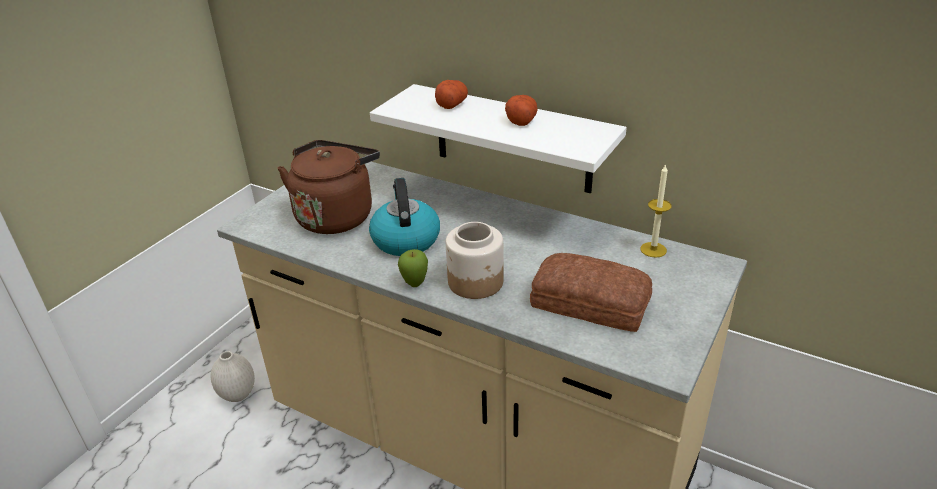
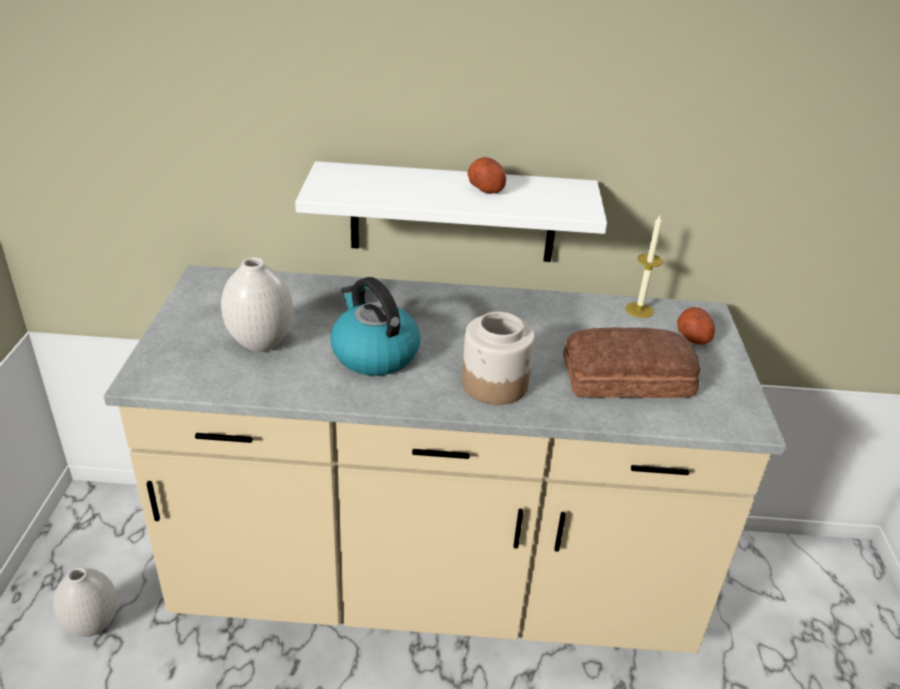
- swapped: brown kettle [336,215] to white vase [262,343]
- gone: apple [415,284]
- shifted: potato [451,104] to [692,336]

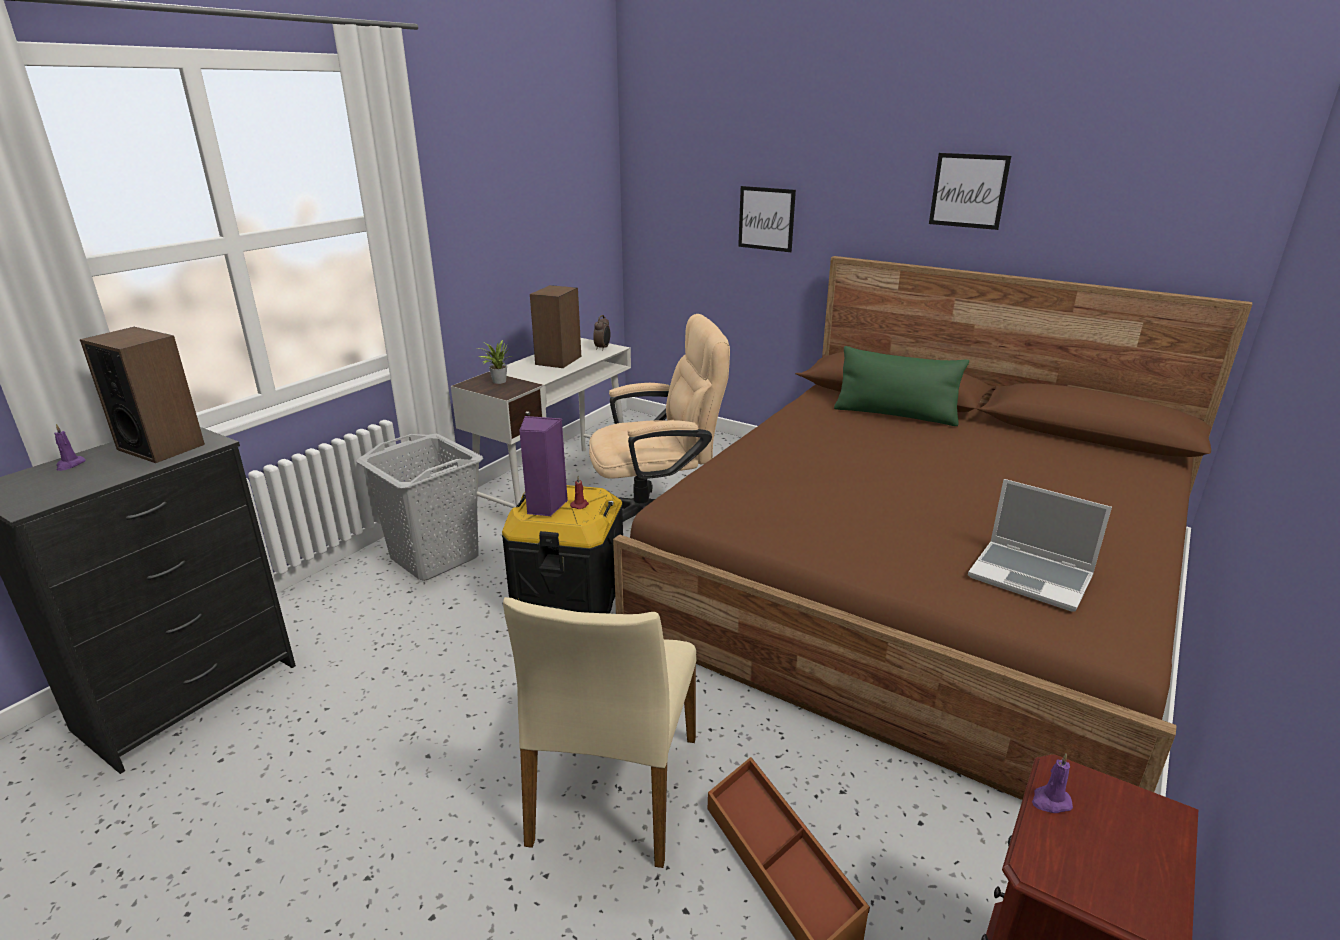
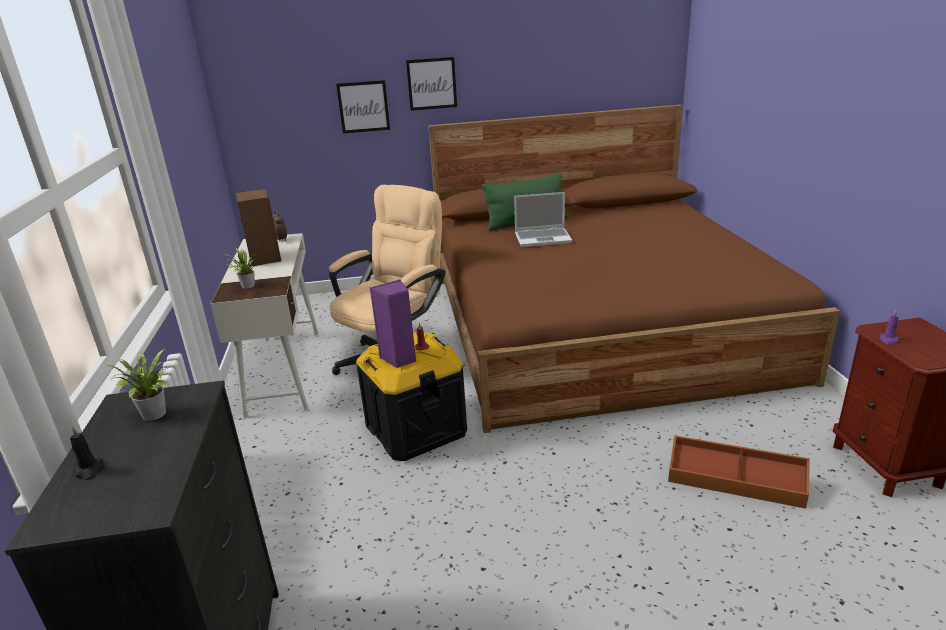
- repainted: purple candle [70,465] to black candle [89,470]
- swapped: speaker [161,447] to potted plant [154,416]
- gone: grey laundry basket [435,557]
- gone: beige chair [612,789]
- shifted: picture [968,191] to [432,83]
- shifted: laptop [1032,577] to [543,238]

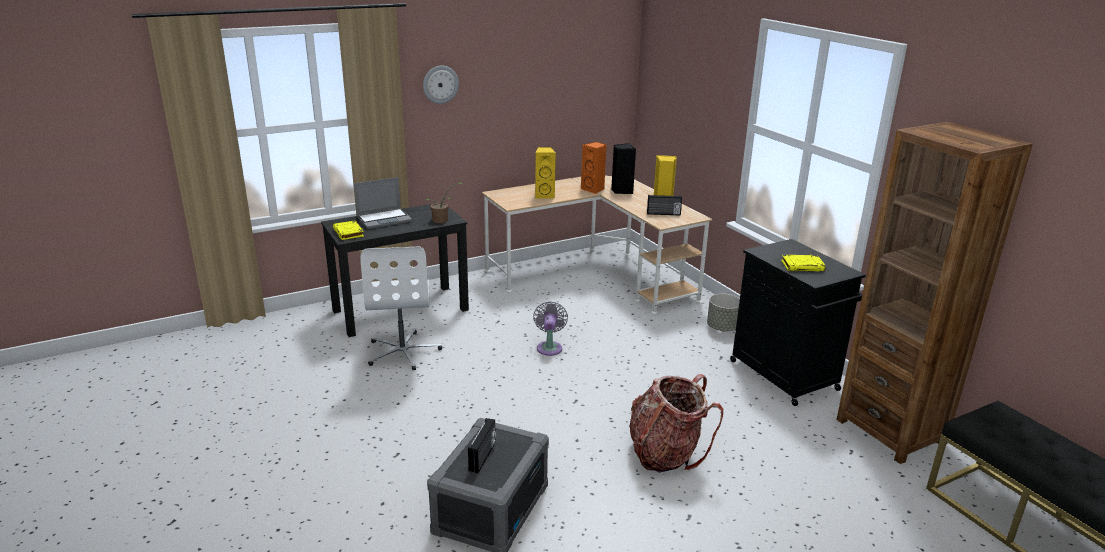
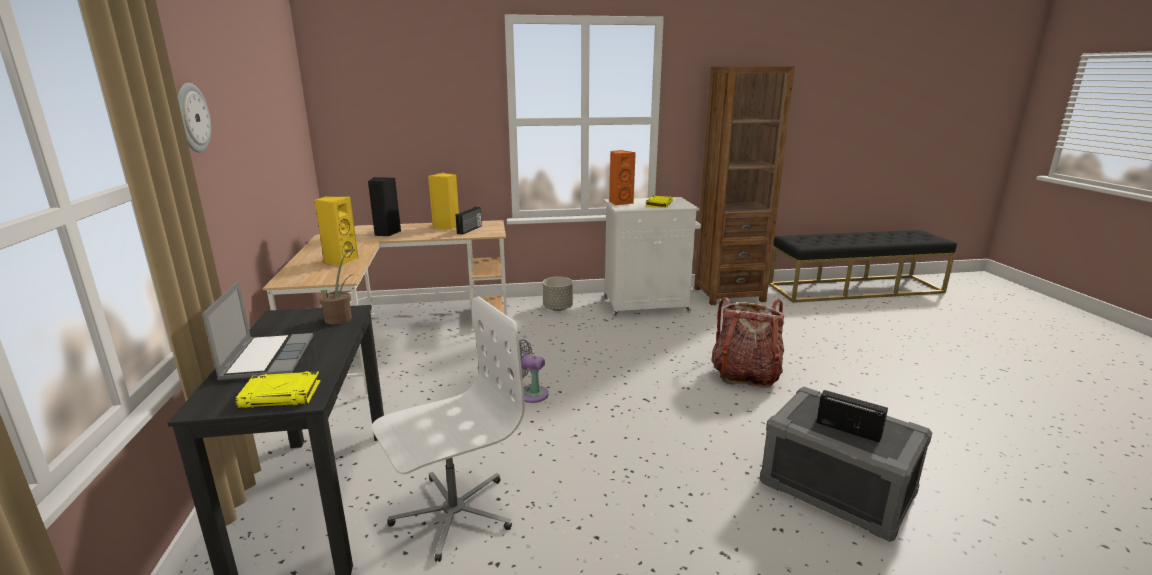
- rotated: white office chair [403,351] = [453,513] 45 degrees counterclockwise
- shifted: orange speaker [593,189] to [620,202]
- repainted: black cabinet [785,376] to white cabinet [647,306]

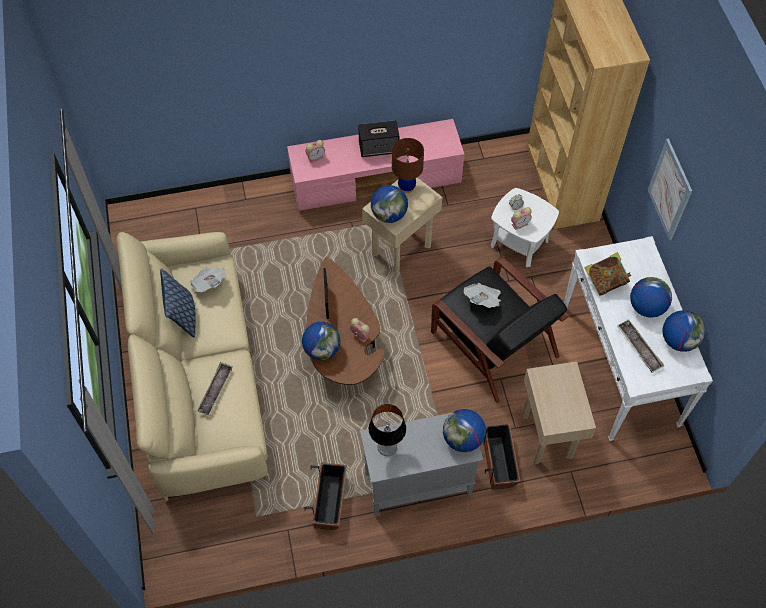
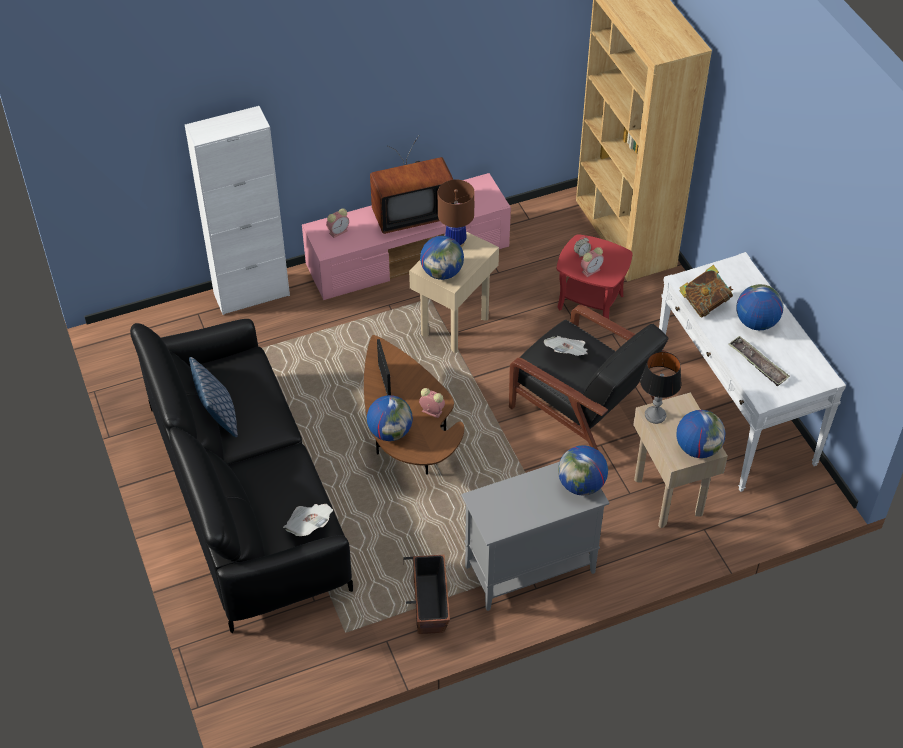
- repainted: beige sofa [202,380] to black sofa [247,496]
- shifted: newspaper [209,283] to [308,526]
- gone: tray [216,390]
- swapped: speaker [379,148] to television [410,213]
- shifted: table lamp [387,447] to [655,415]
- gone: planter [498,462]
- repainted: white side table [519,243] to red side table [590,301]
- gone: picture [670,190]
- shifted: globe [678,340] to [697,448]
- new: white cabinet [251,294]

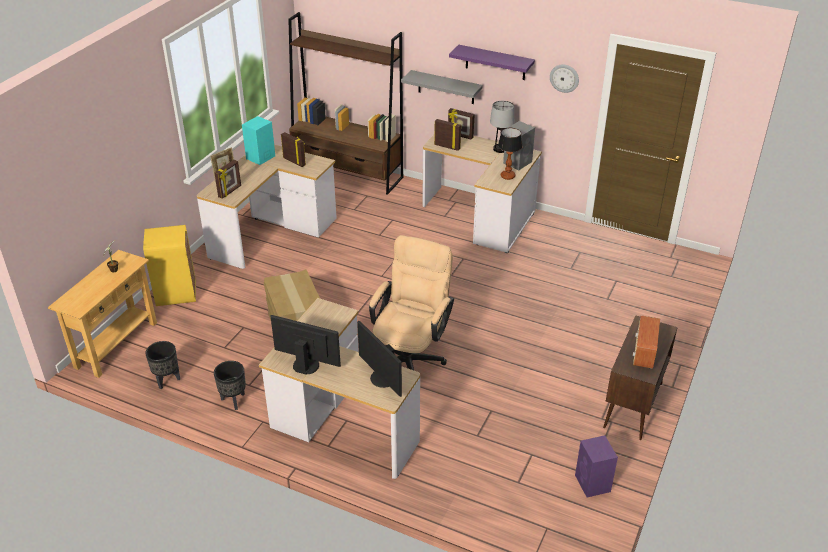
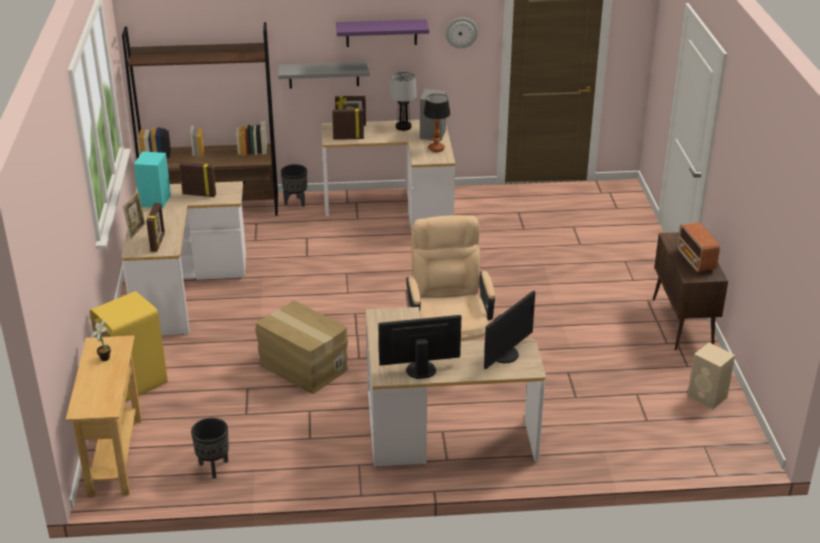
- shifted: black planter [233,400] to [295,202]
- rotated: monitor [382,379] = [505,355] 75 degrees counterclockwise
- repainted: purple speaker [593,484] to beige speaker [708,397]

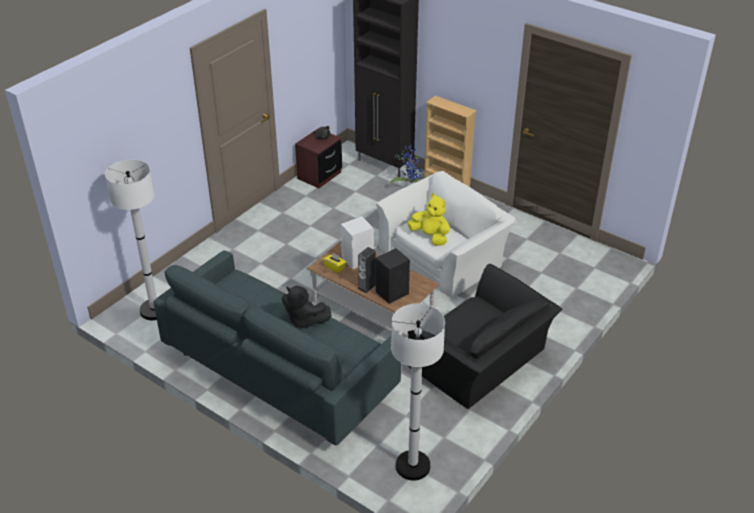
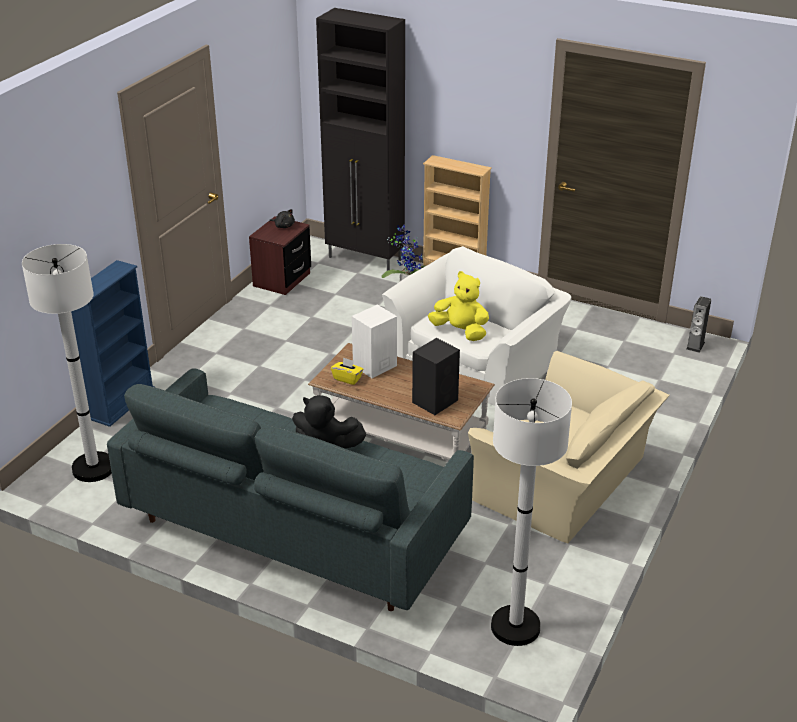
- shifted: speaker [367,286] to [695,345]
- repainted: black armchair [481,360] to beige armchair [565,481]
- new: blue bookcase [122,403]

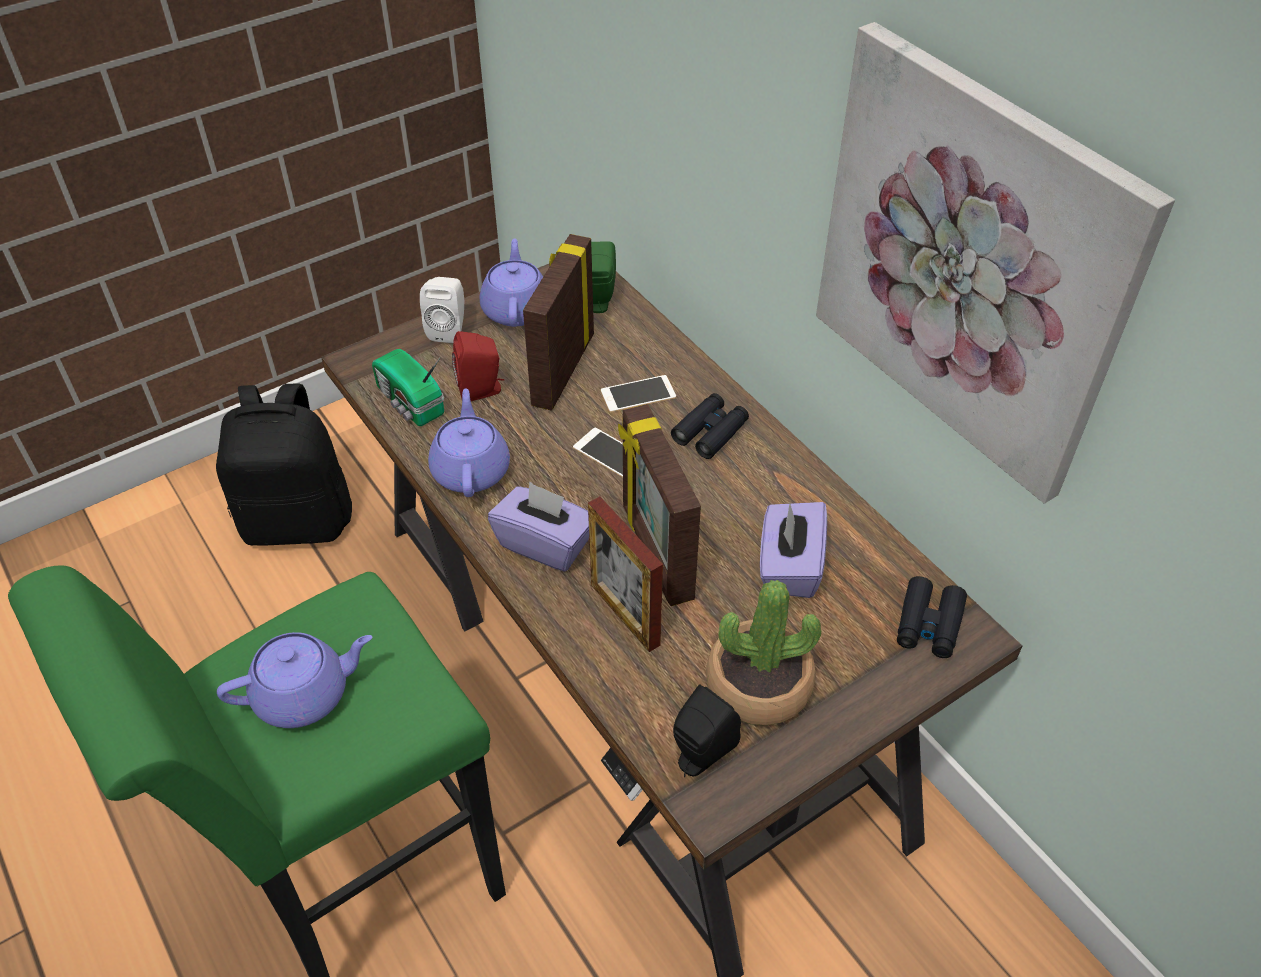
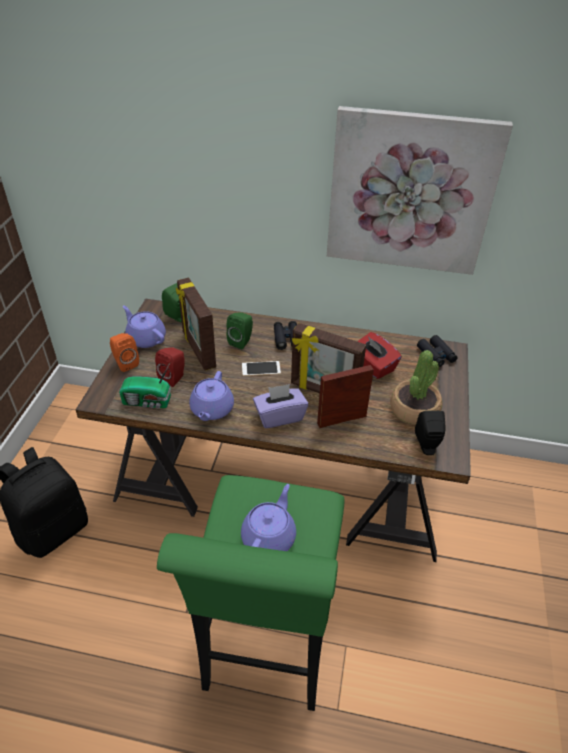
- repainted: white speaker [449,329] to orange speaker [125,363]
- rotated: purple teapot [471,469] = [211,409] 120 degrees counterclockwise
- rotated: picture frame [625,614] = [341,420] 150 degrees clockwise
- swapped: phone [638,394] to green speaker [241,341]
- repainted: purple tissue box [789,567] to red tissue box [373,366]

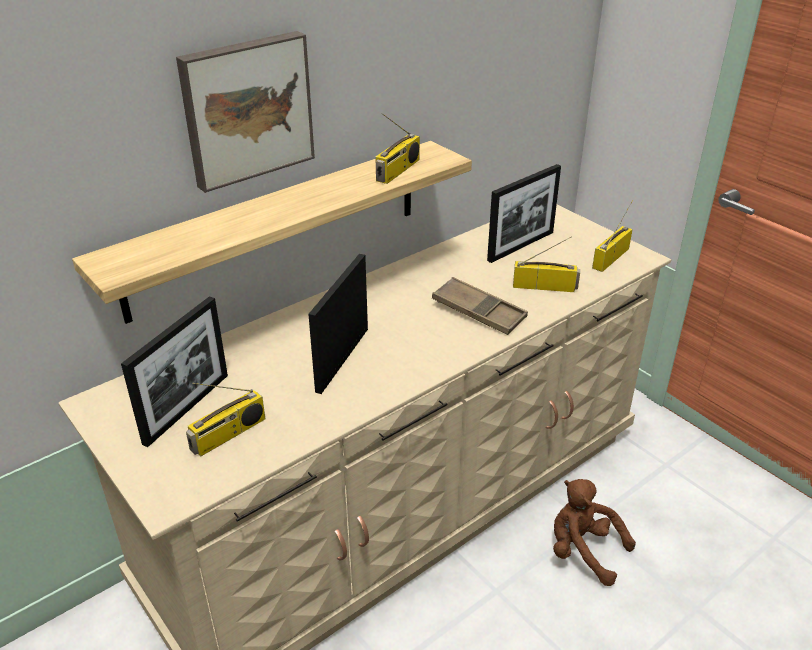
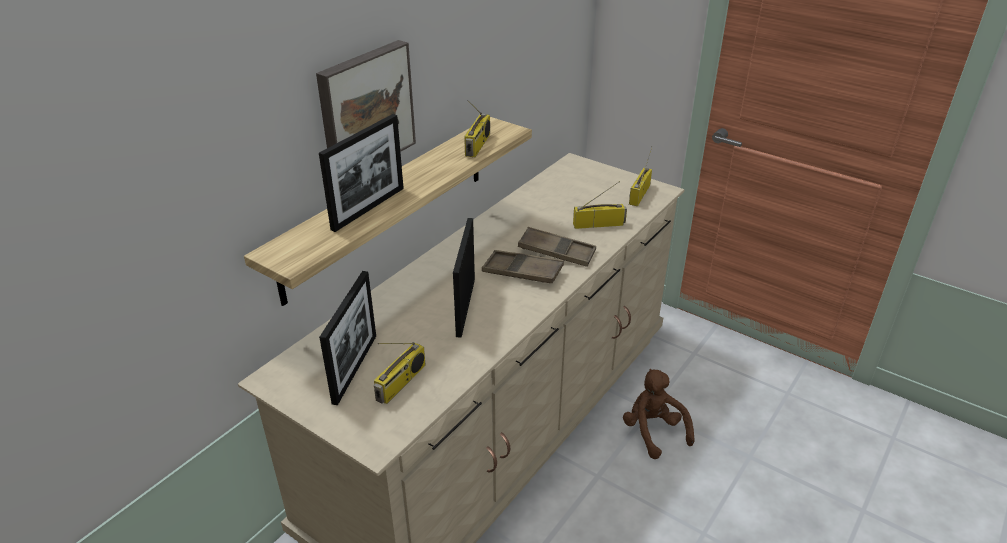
- shifted: picture frame [521,246] to [368,208]
- rotated: brown plush toy [583,551] = [653,431] 45 degrees clockwise
- new: brown tray [522,272]

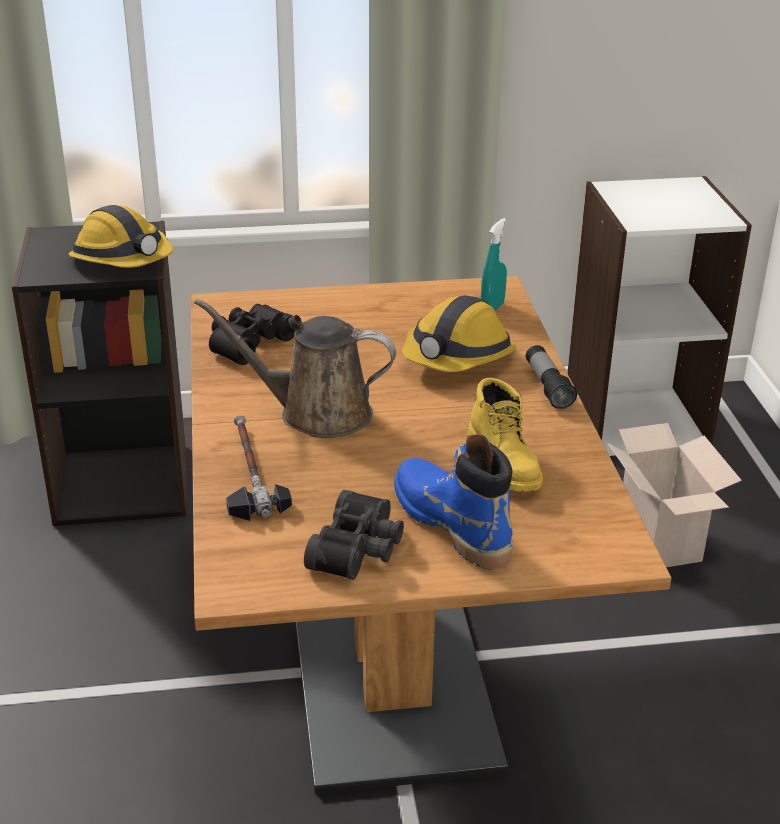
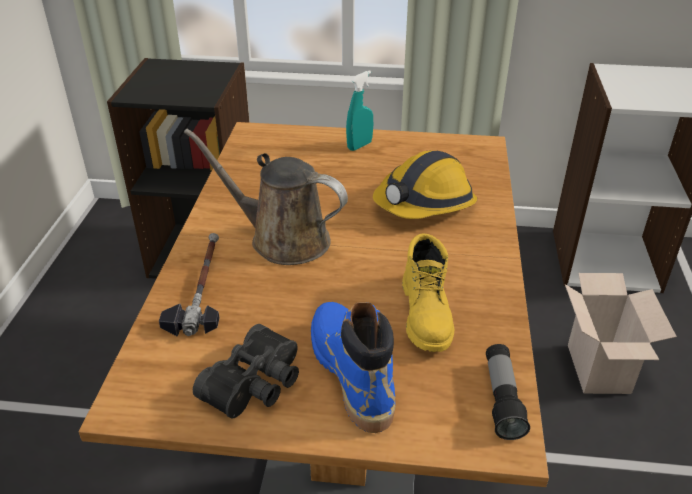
- gone: hard hat [123,260]
- gone: black binoculars [247,343]
- shifted: turquoise spray bottle [492,309] to [359,146]
- shifted: flashlight [548,386] to [502,399]

